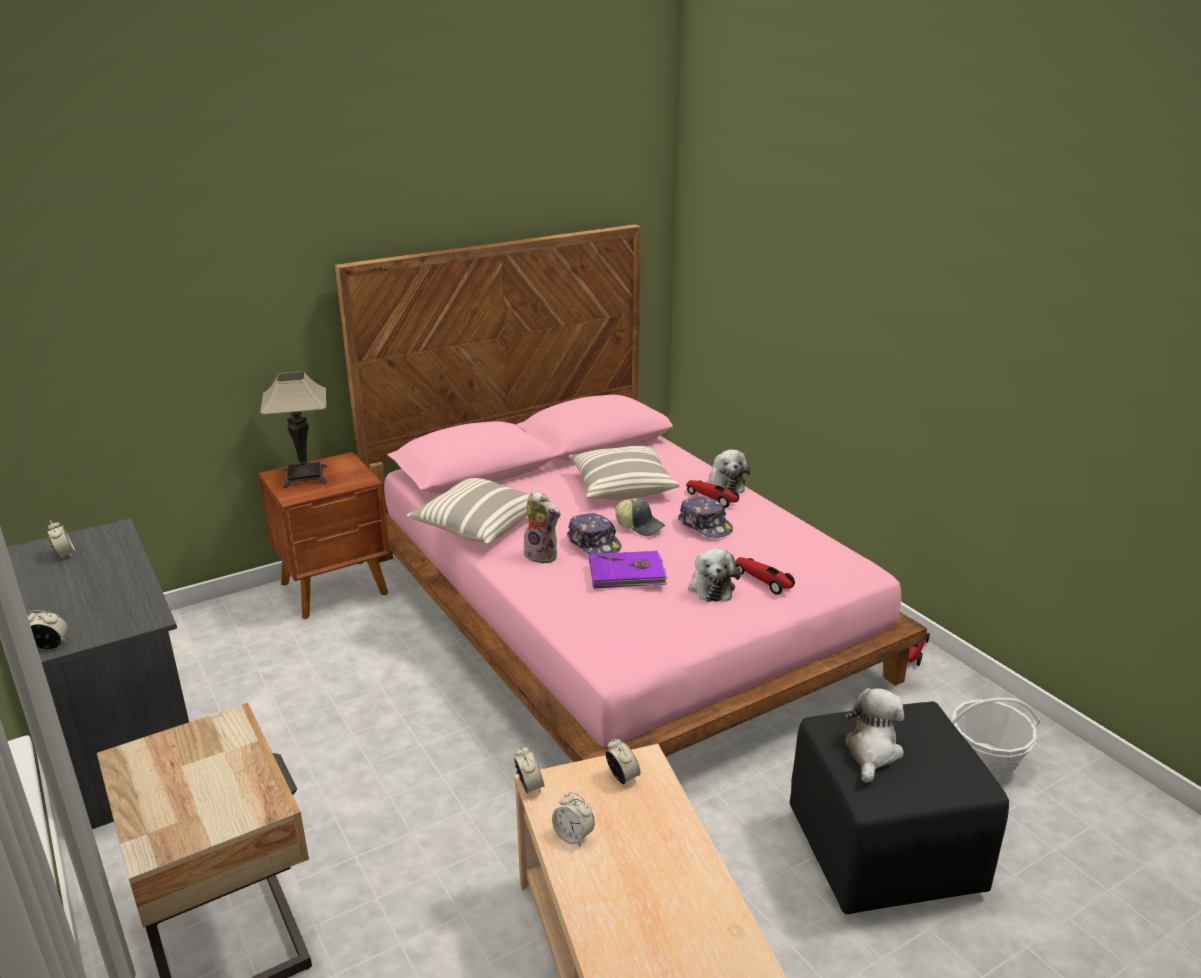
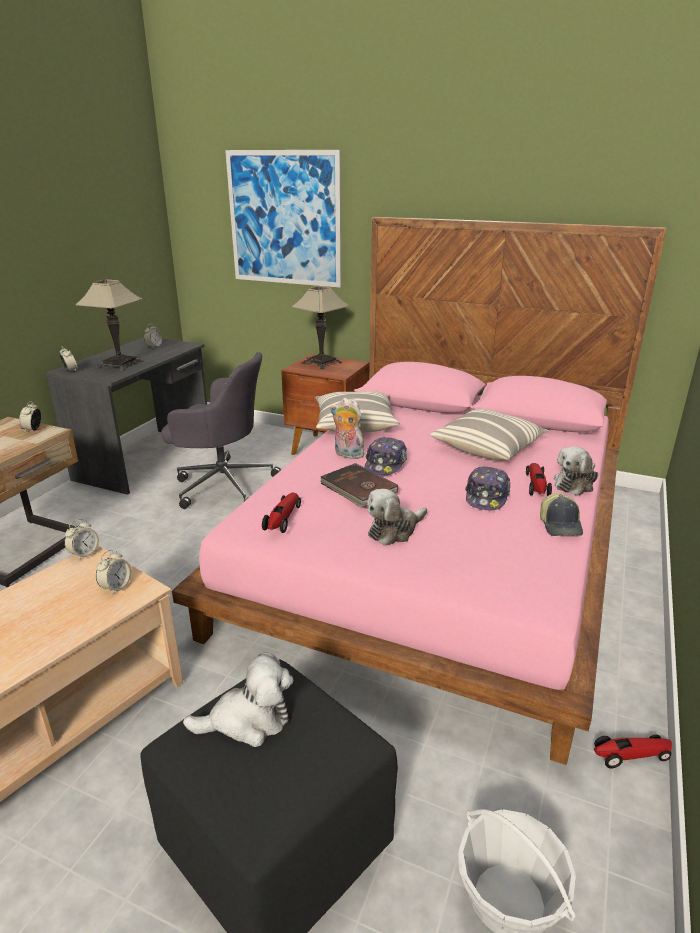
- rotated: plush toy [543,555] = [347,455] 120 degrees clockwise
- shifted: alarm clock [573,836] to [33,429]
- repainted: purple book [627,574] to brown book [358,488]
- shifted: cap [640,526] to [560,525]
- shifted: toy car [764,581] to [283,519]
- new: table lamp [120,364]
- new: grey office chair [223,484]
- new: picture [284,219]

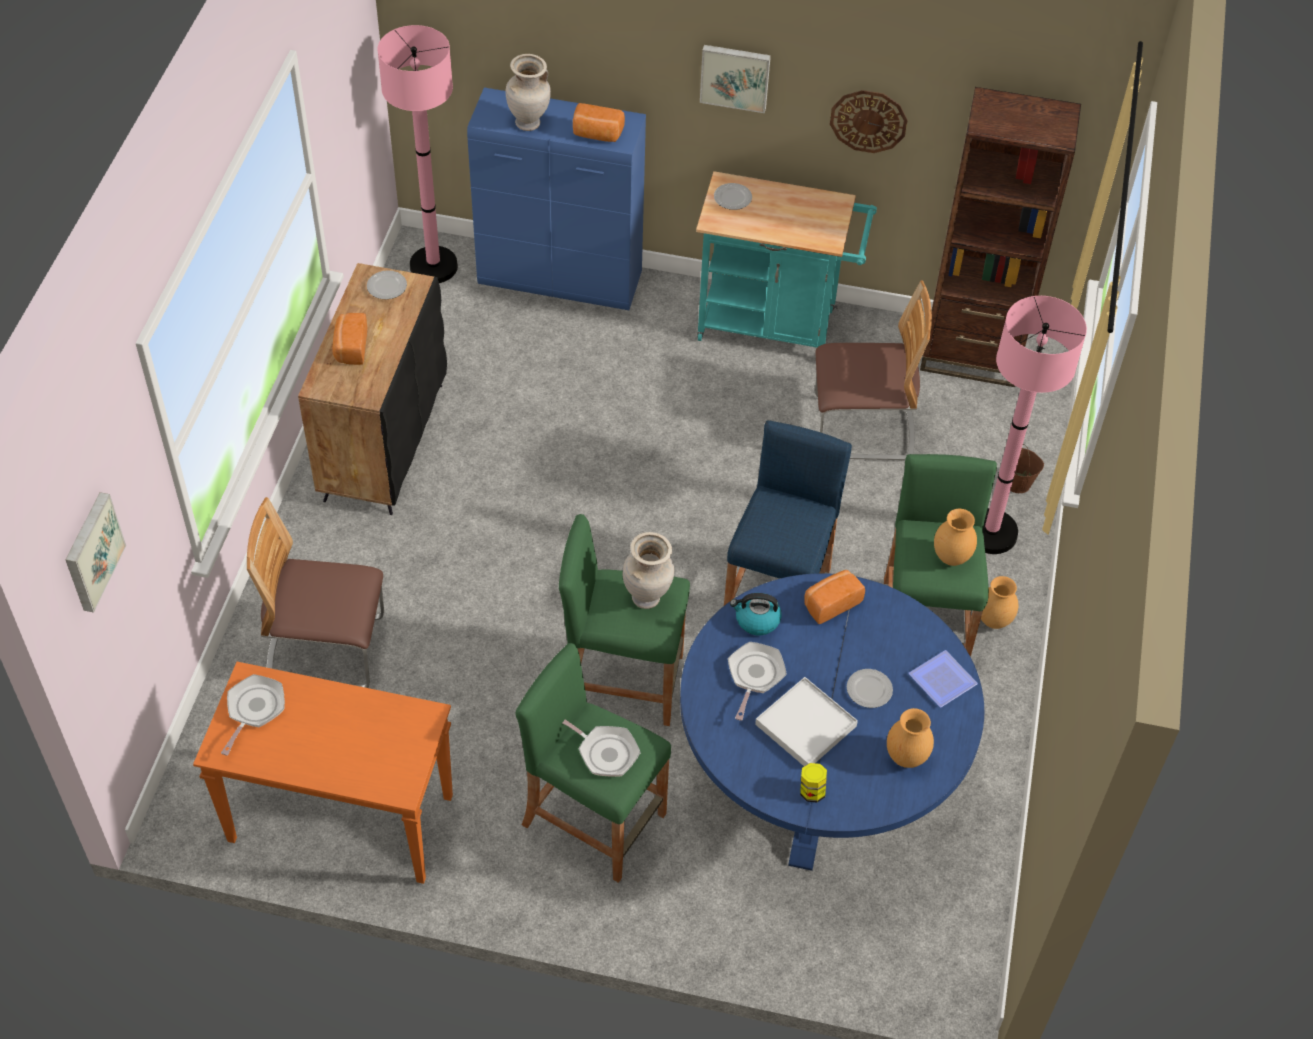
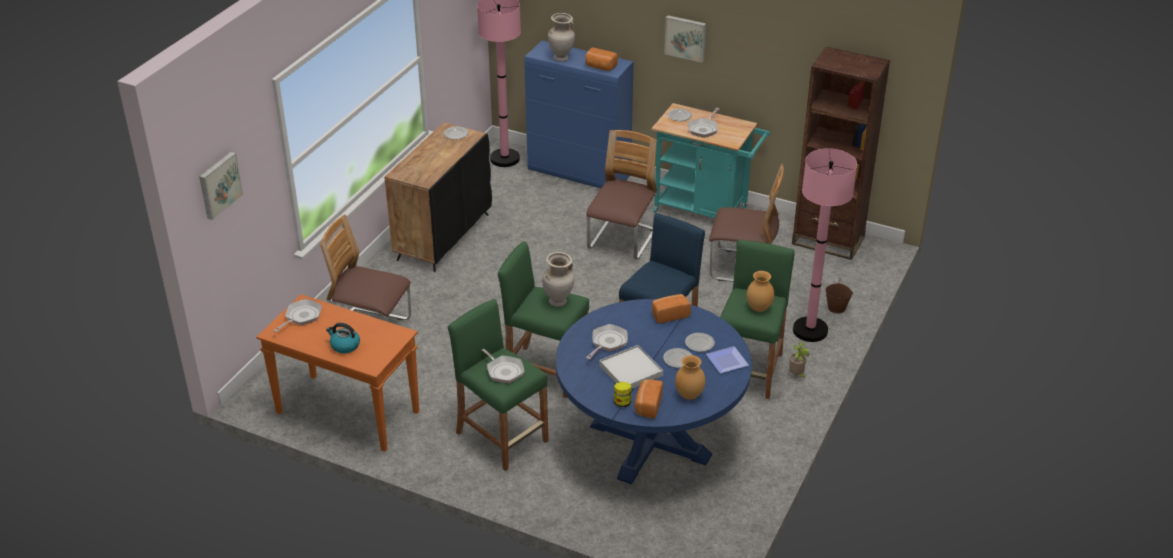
- shifted: bread [350,348] to [647,405]
- shifted: kettle [756,620] to [344,346]
- gone: wall clock [868,120]
- swapped: brown vase [994,621] to potted plant [797,375]
- new: chair [622,241]
- new: plate [699,343]
- new: frying pan [704,129]

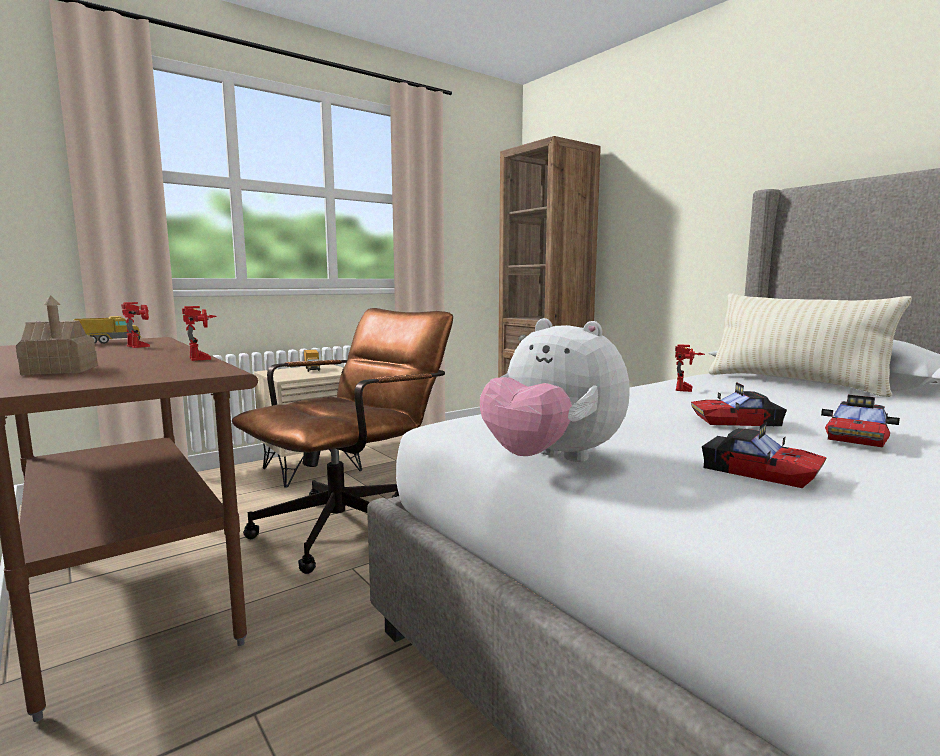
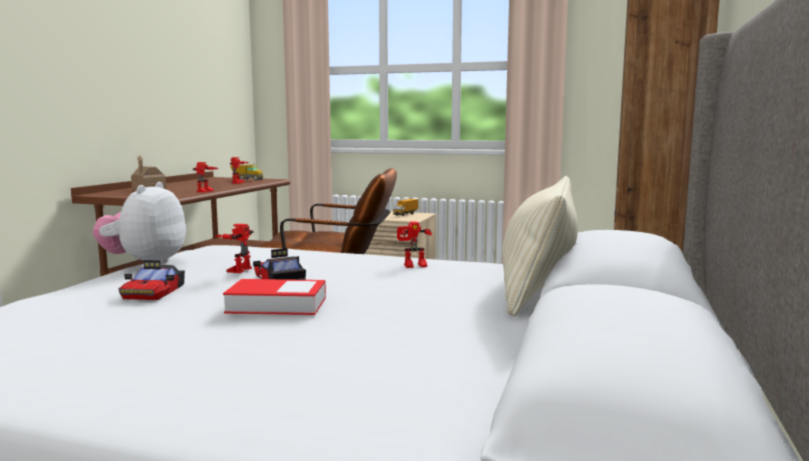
- swapped: toy car [857,435] to book [277,305]
- new: toy robot [237,269]

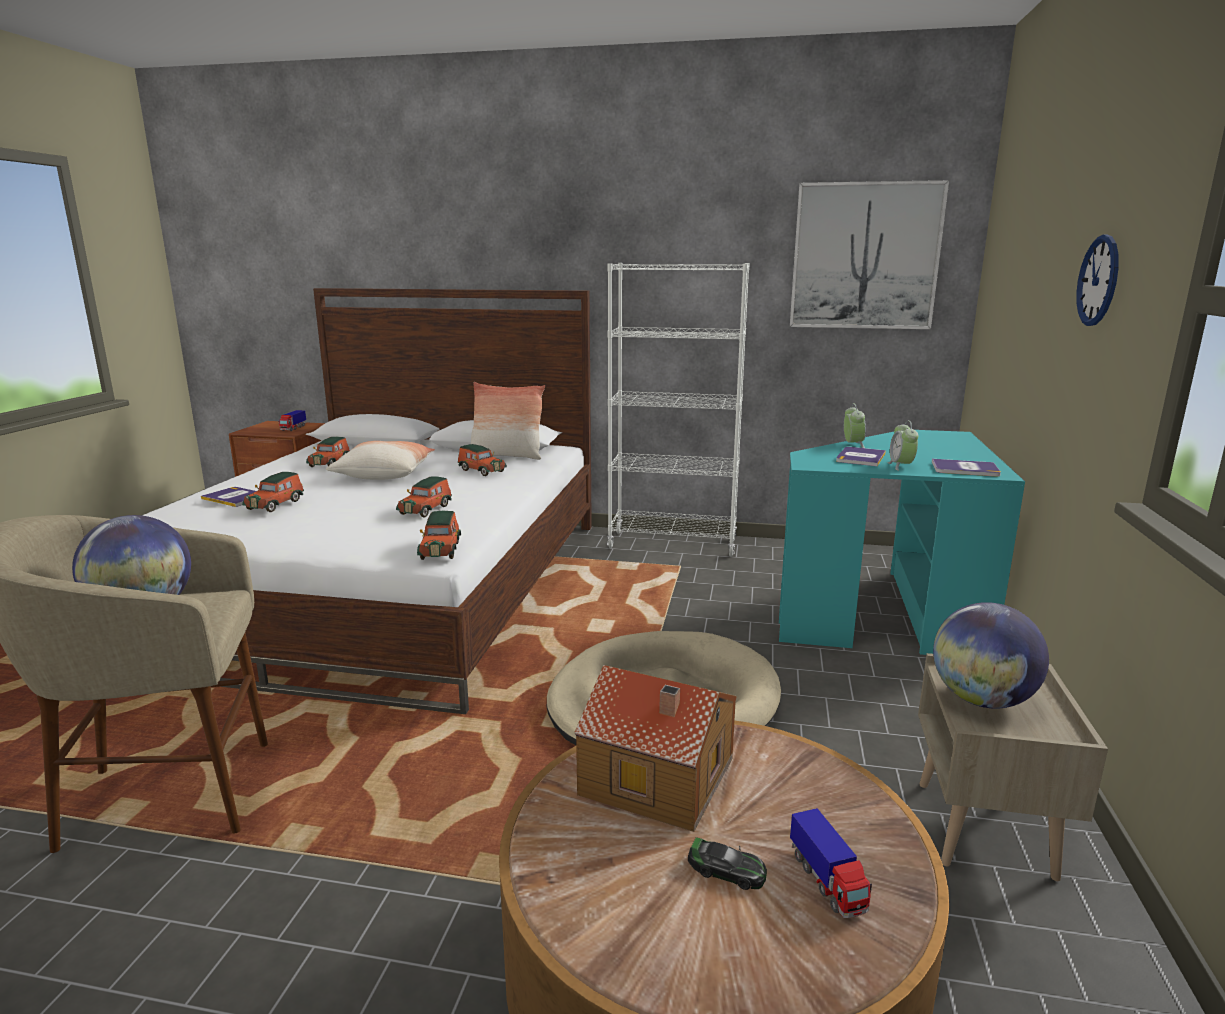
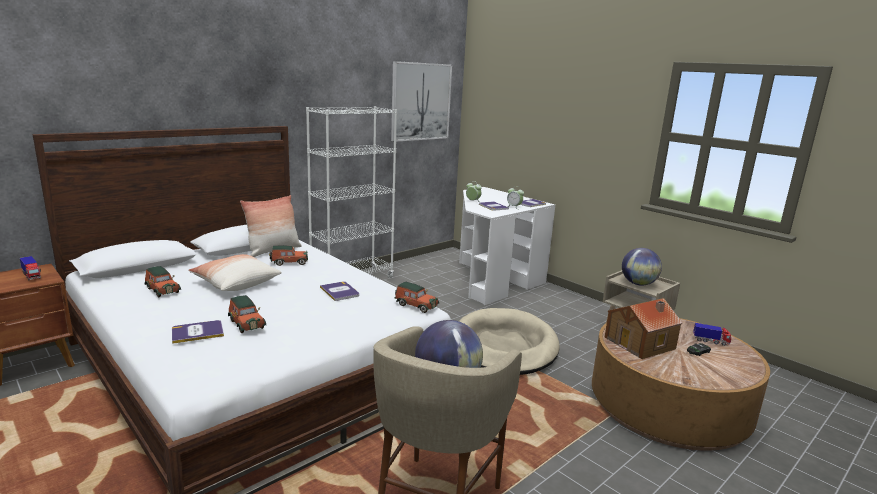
- swapped: toy car [426,509] to book [340,291]
- repainted: turquoise desk [889,614] to white desk [491,279]
- gone: wall clock [1098,281]

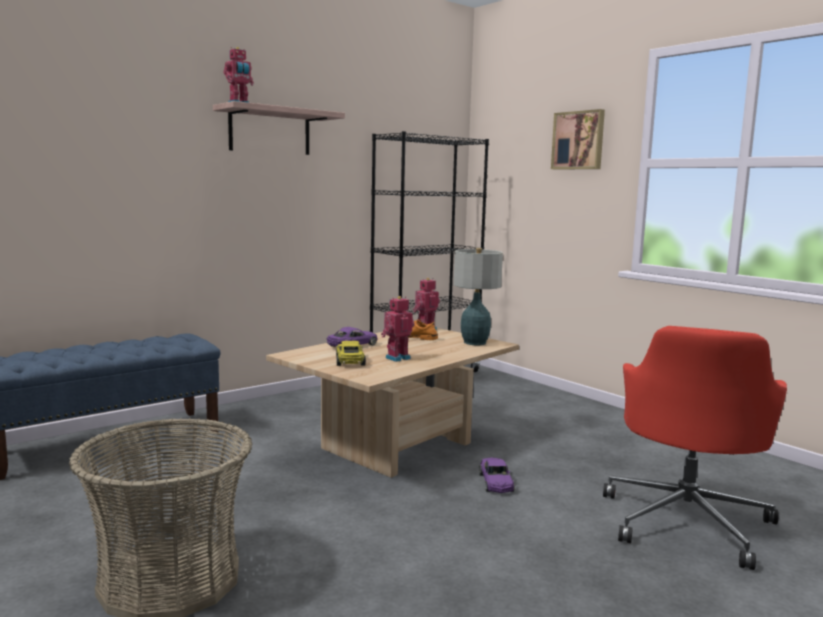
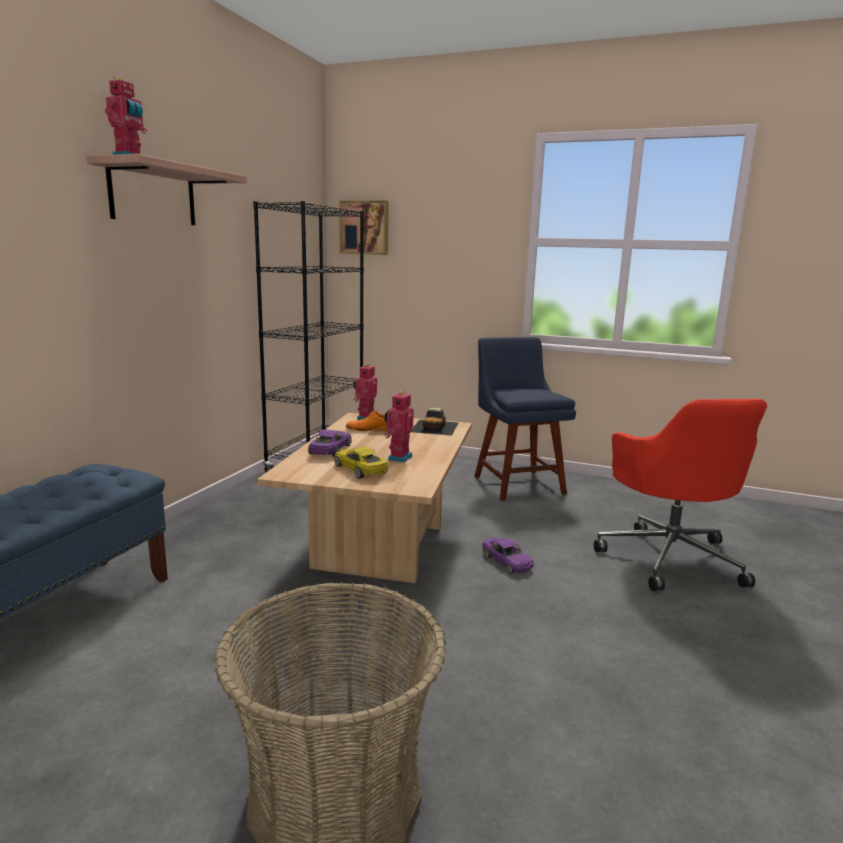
- swapped: table lamp [475,342] to toy car [435,427]
- shifted: picture [578,140] to [365,228]
- new: blue chair [516,483]

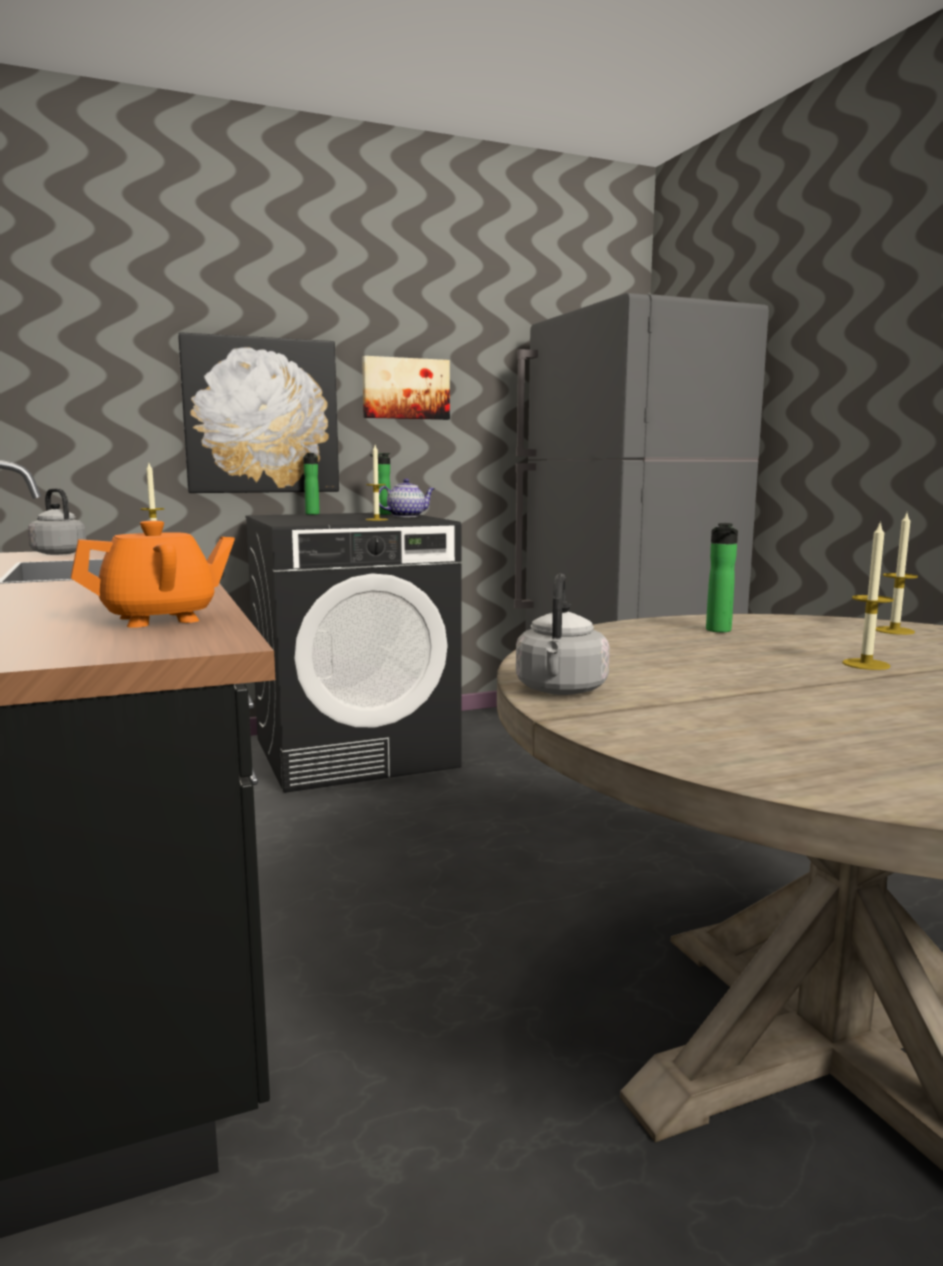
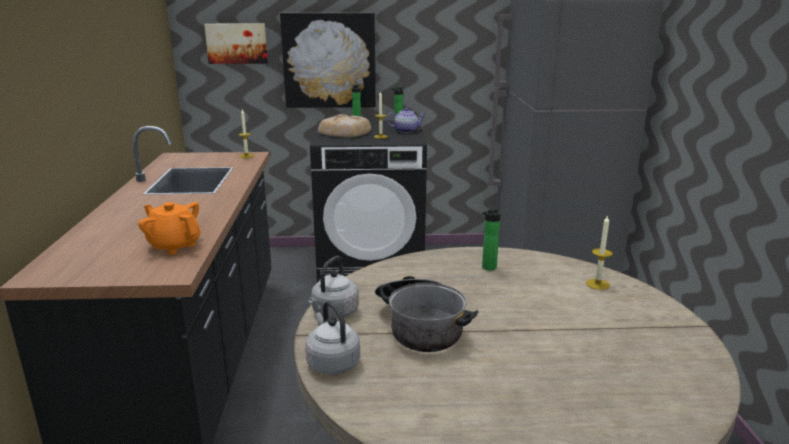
- shifted: grey kettle [57,553] to [332,362]
- rotated: orange teapot [160,619] = [174,246] 135 degrees counterclockwise
- shifted: picture [405,389] to [237,43]
- gone: candle [866,664]
- new: bread [345,132]
- new: cooking pot [420,327]

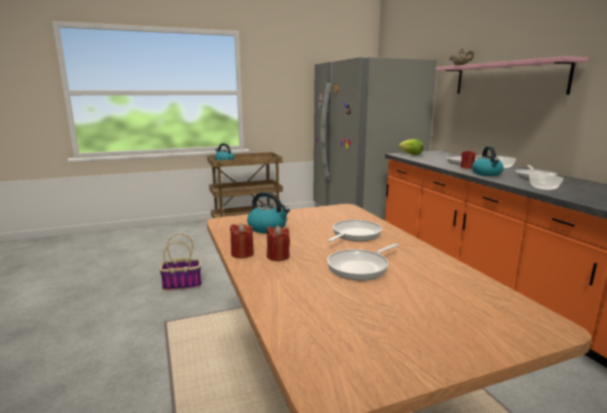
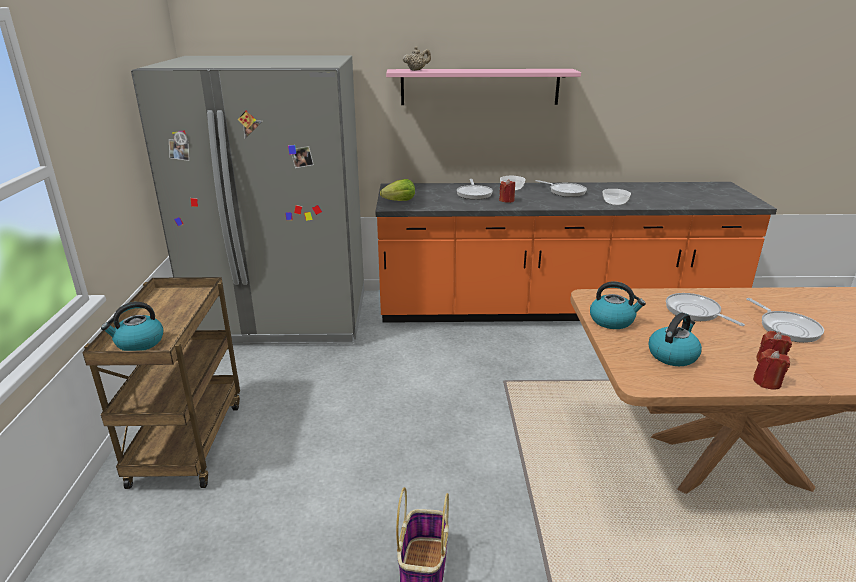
- shifted: kettle [487,174] to [612,321]

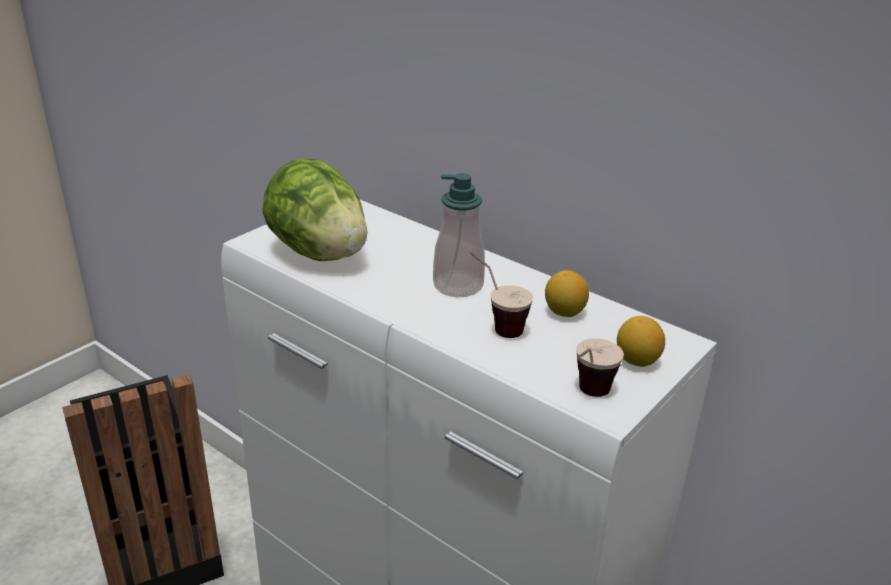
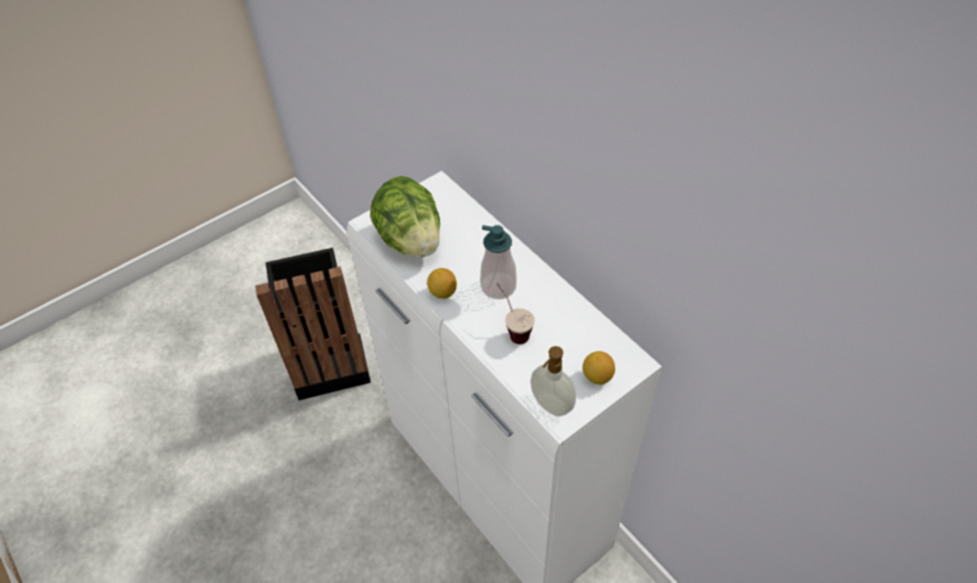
- shifted: lemon [564,312] to [443,293]
- swapped: cup [587,398] to soap dispenser [550,405]

